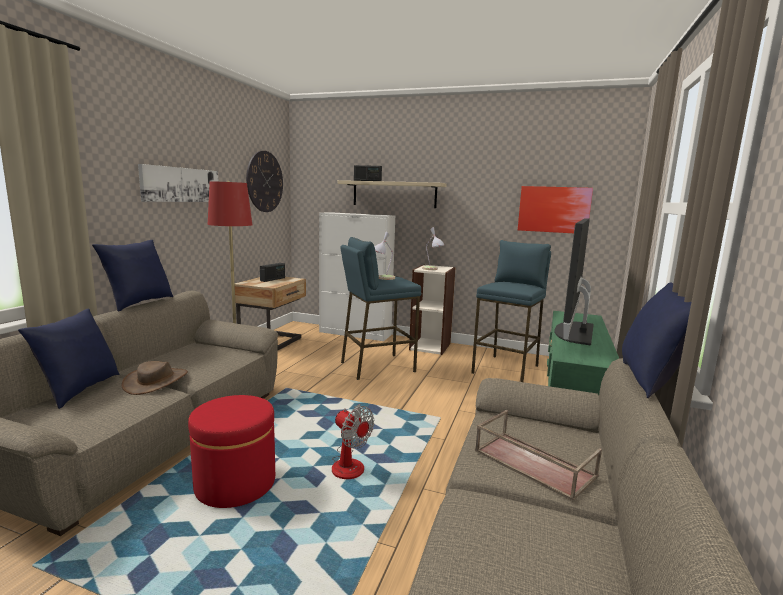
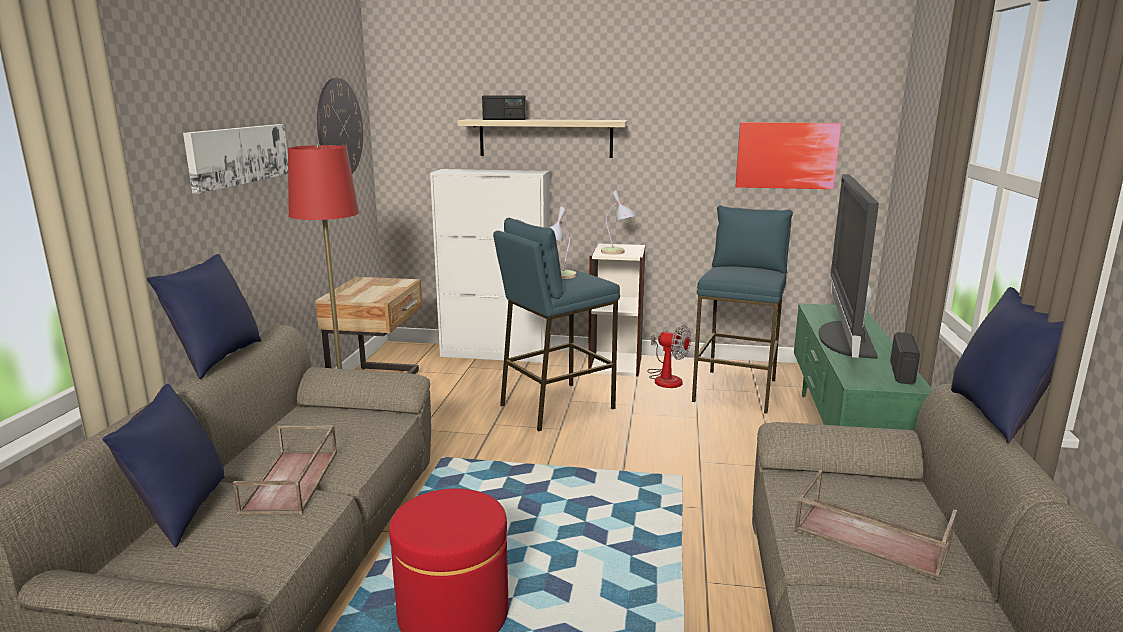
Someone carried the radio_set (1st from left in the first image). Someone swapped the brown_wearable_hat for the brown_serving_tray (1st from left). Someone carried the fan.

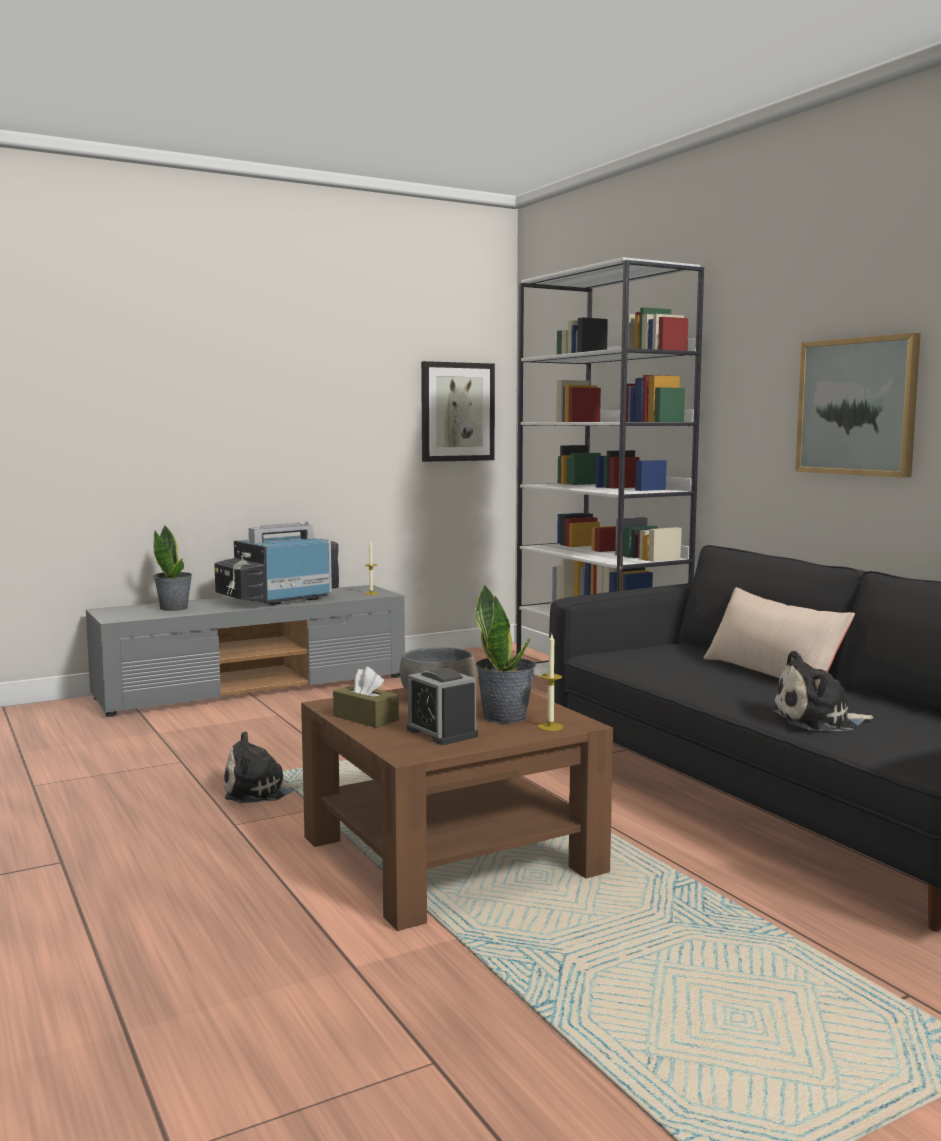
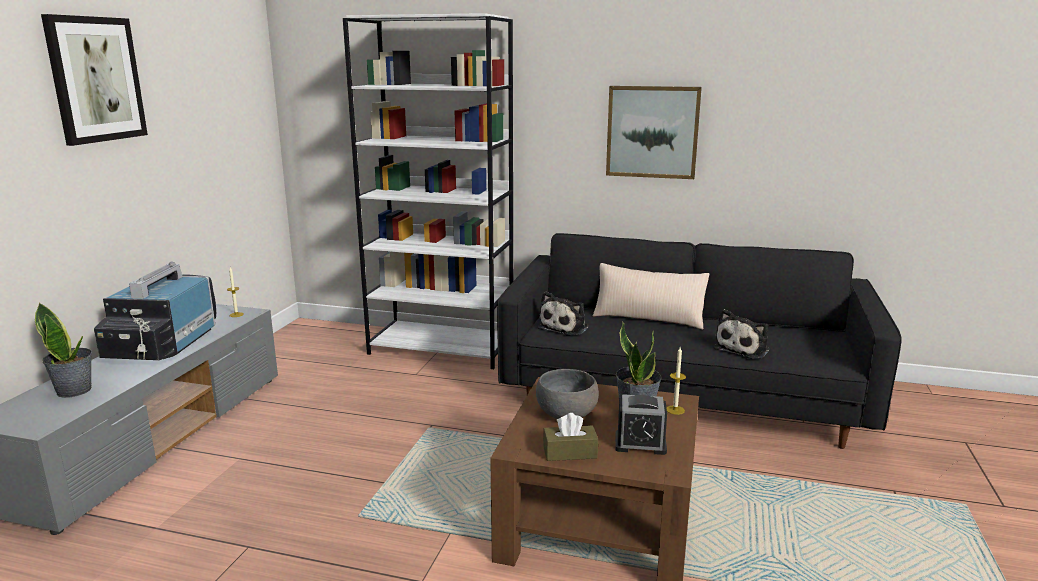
Someone carried the wall_picture (1st from left). Someone carried the cuddly_toy (1st from left).

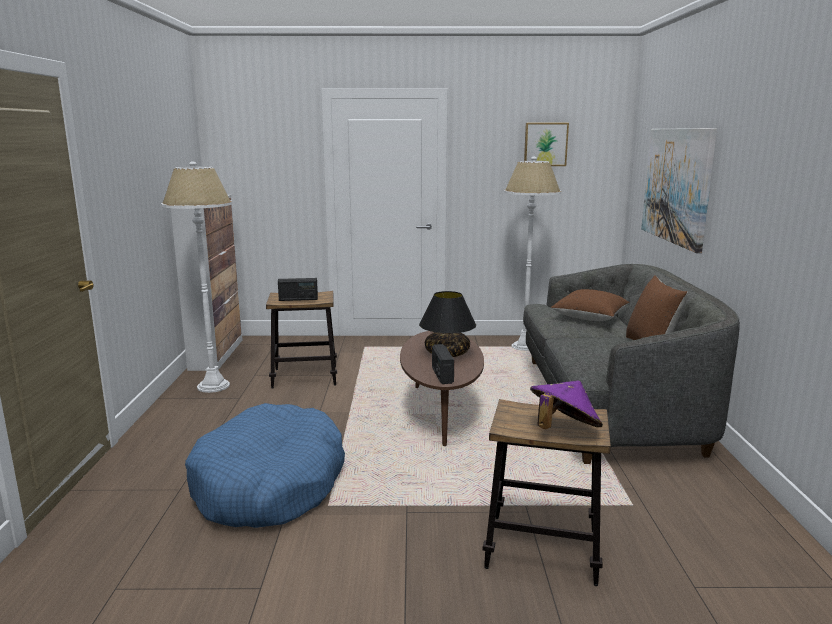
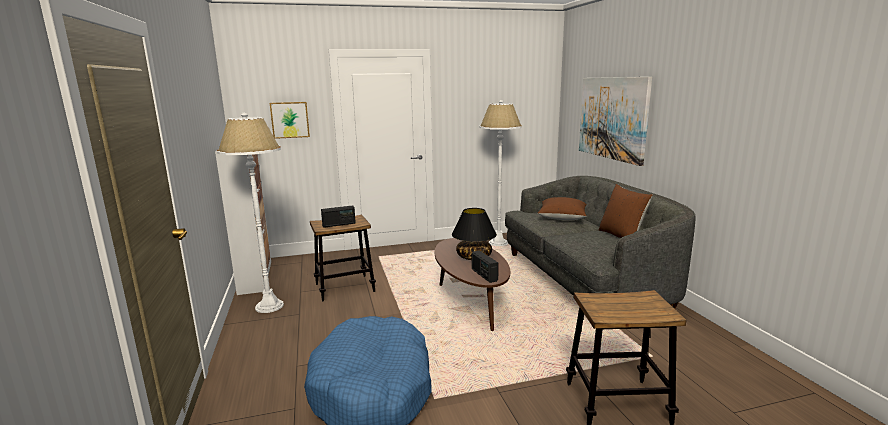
Someone carried the wall_picture (1st from left). Someone took away the purple_wearable_hat.

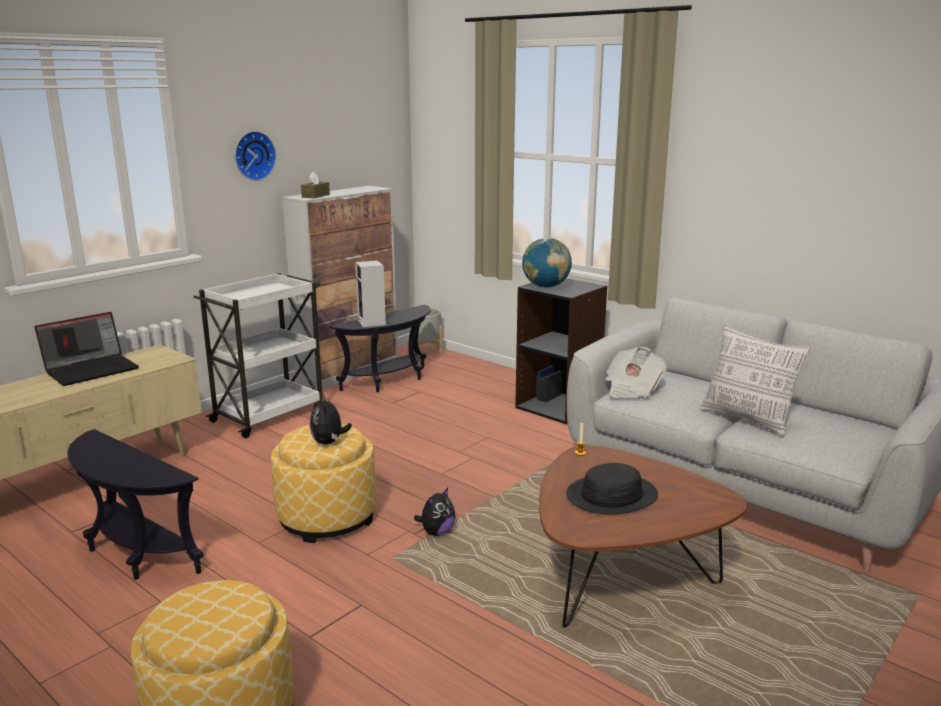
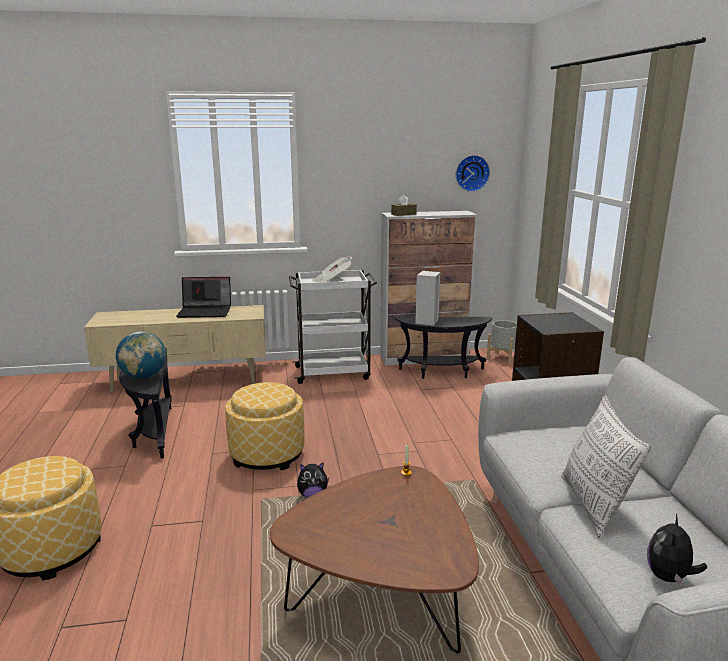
Someone carried the clock_on_the_wall. Someone carried the world_globe. Someone carried the newspaper. Someone carried the cuddly_toy (1st from left in the first image). Someone took away the blackish_wearable_hat.

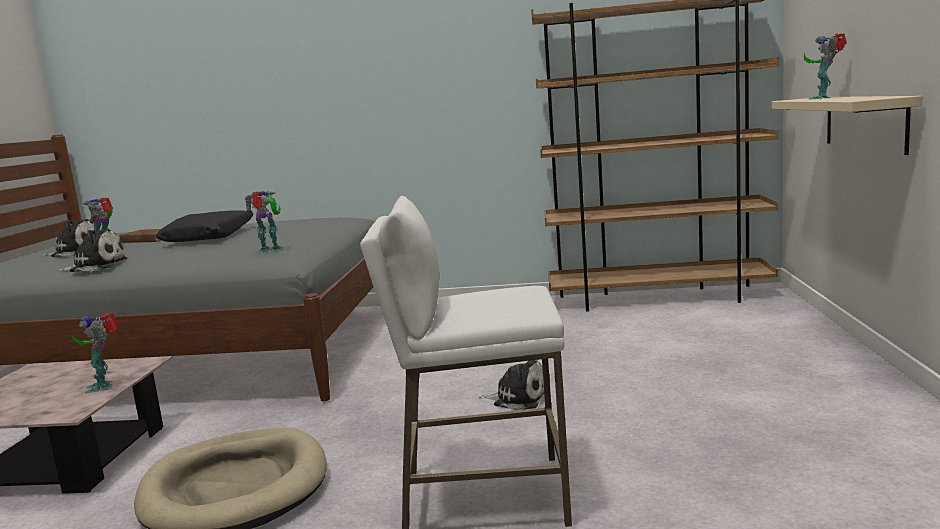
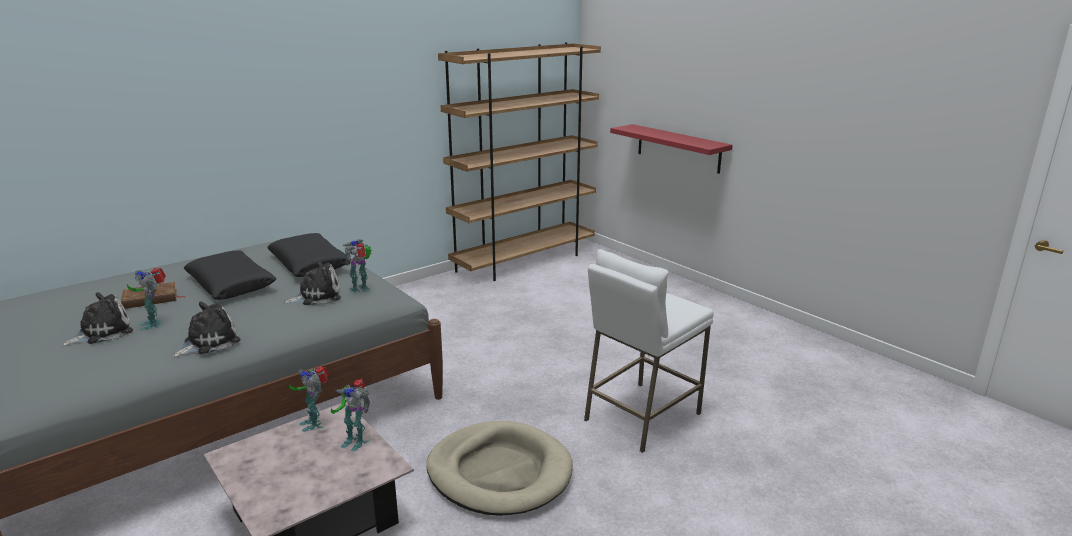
Someone carried the robot_figure (4th from left in the first image). Someone repainted the beige_shelf, which became the reddish_shelf. Someone carried the cuddly_toy (3rd from left). Someone put down the blackish_throw_pillow (2nd from left).

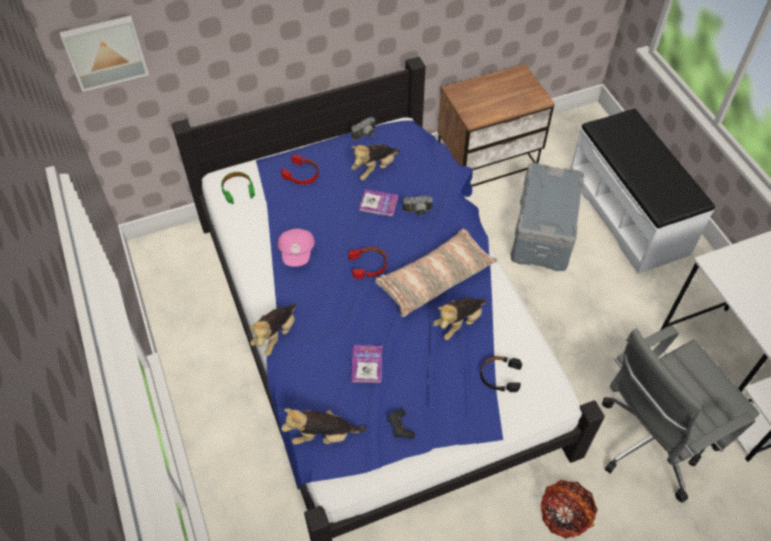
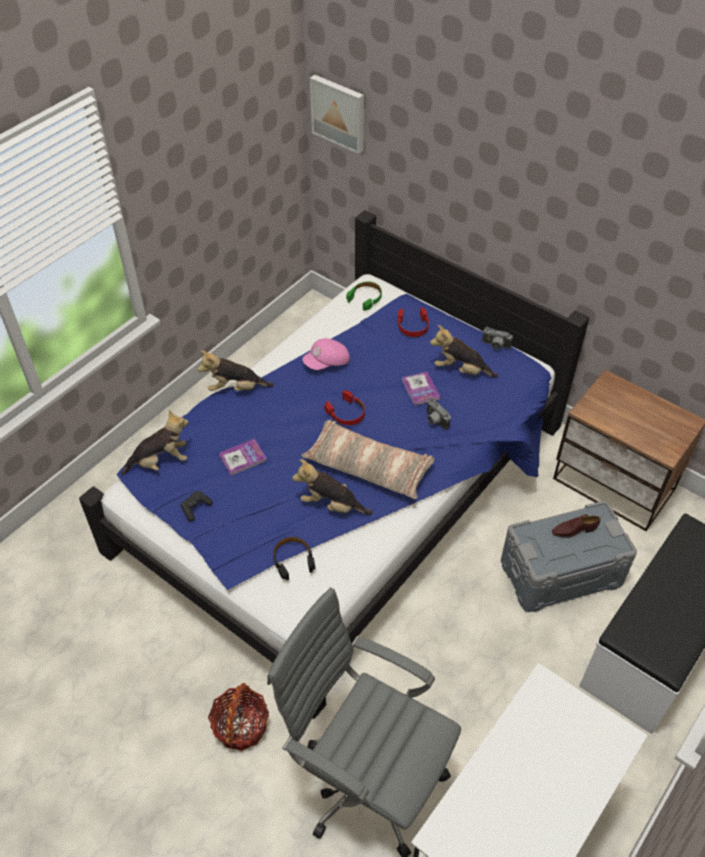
Someone rotated the cuddly_toy (2nd from left in the first image) by 105 degrees clockwise. Someone put down the brown_shoe.

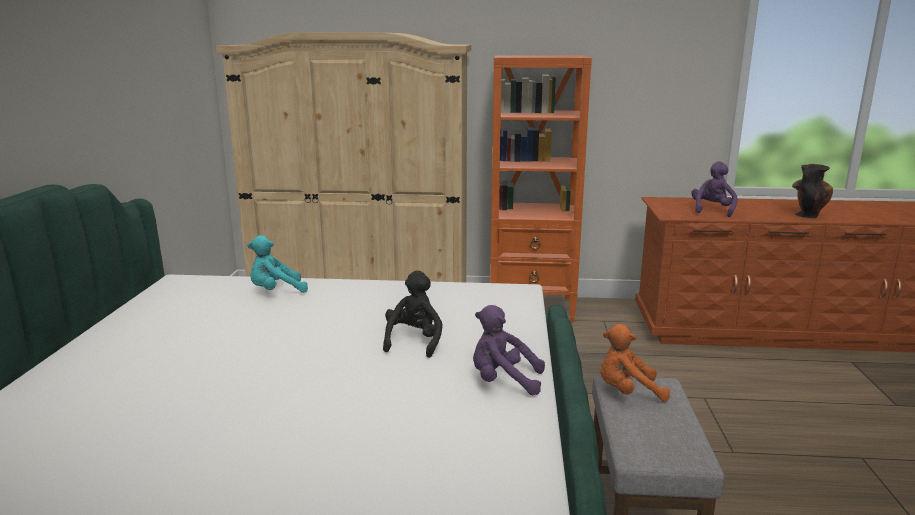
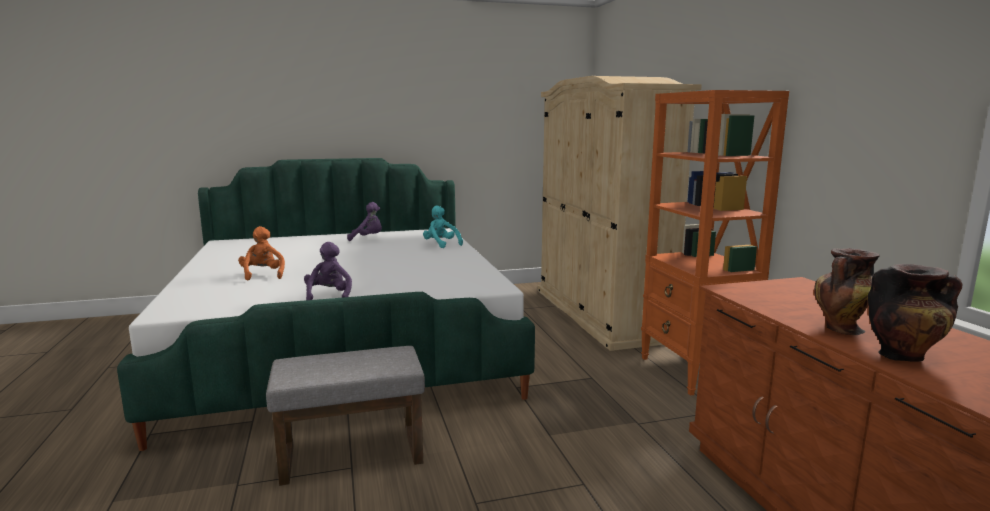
Someone carried the purple_cuddly_toy (2nd from left). Someone took away the blackish_cuddly_toy. Someone carried the orange_cuddly_toy. Someone put down the vase (1st from left).

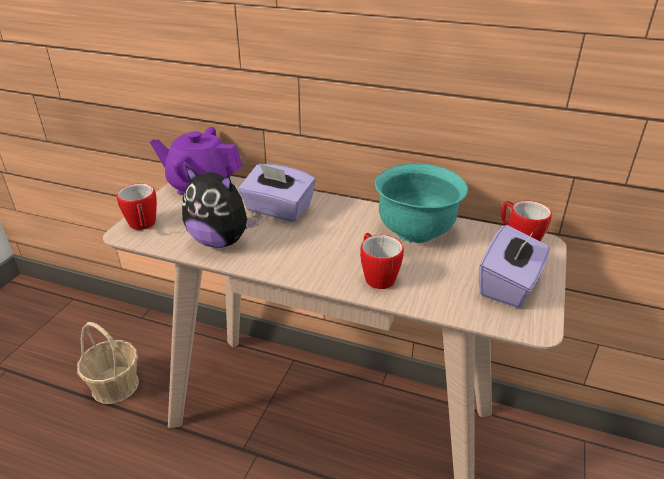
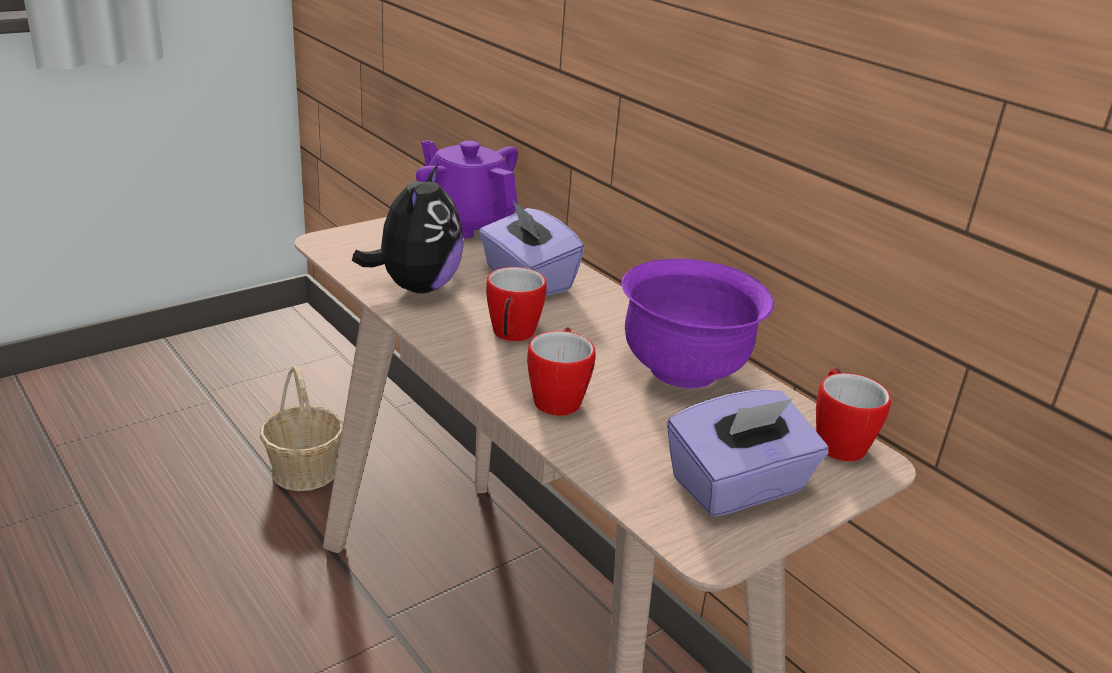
Someone repainted the turquoise_bowl, which became the purple_bowl. Someone rotated the cuddly_toy by 135 degrees counterclockwise. Someone carried the tea_mug (1st from left).

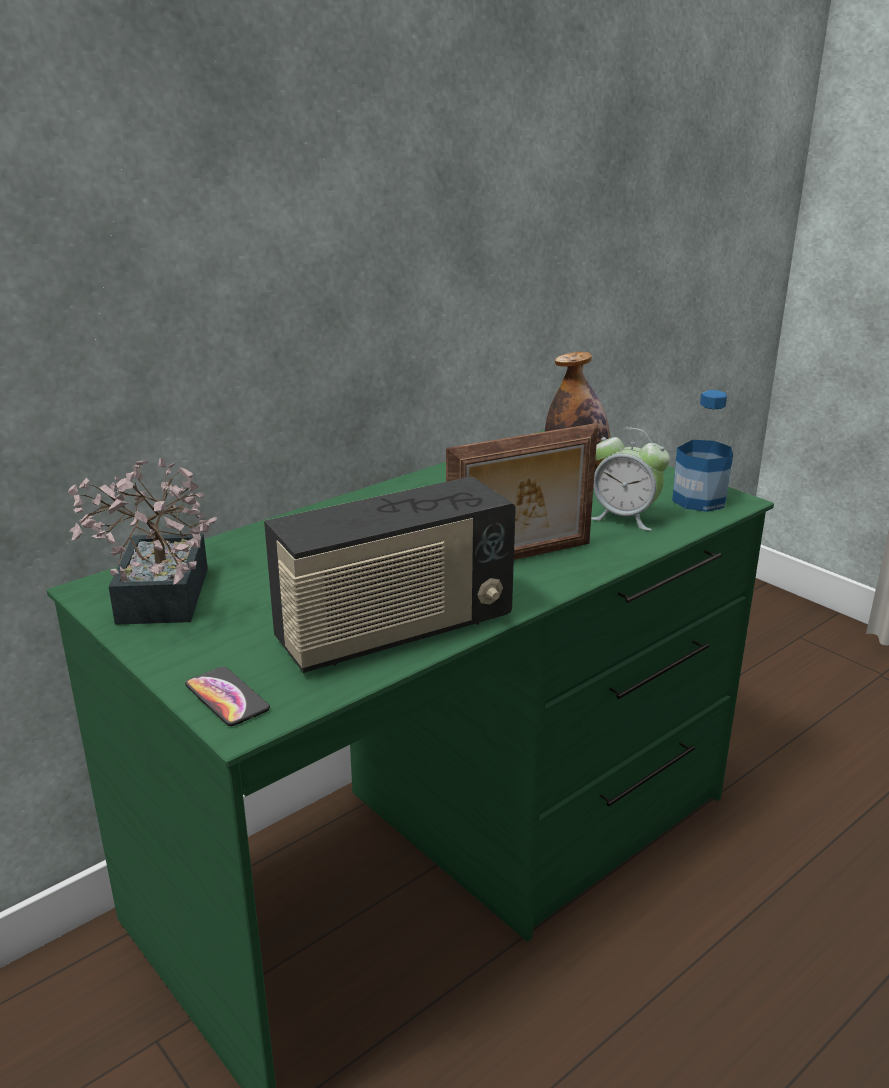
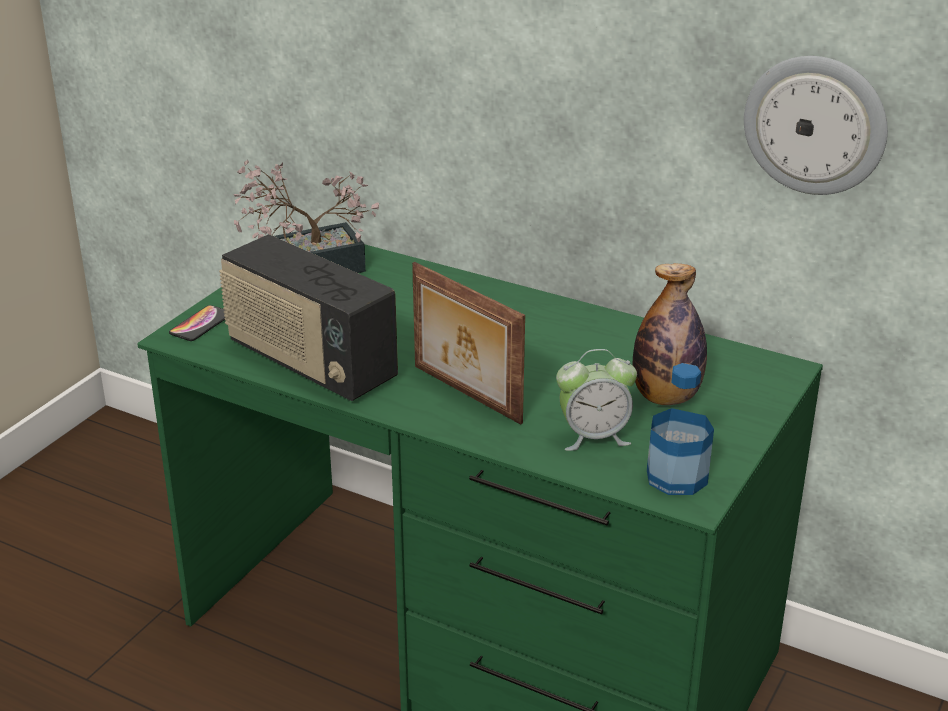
Someone rotated the table_clock by 105 degrees counterclockwise. Someone put up the clock_on_the_wall.

